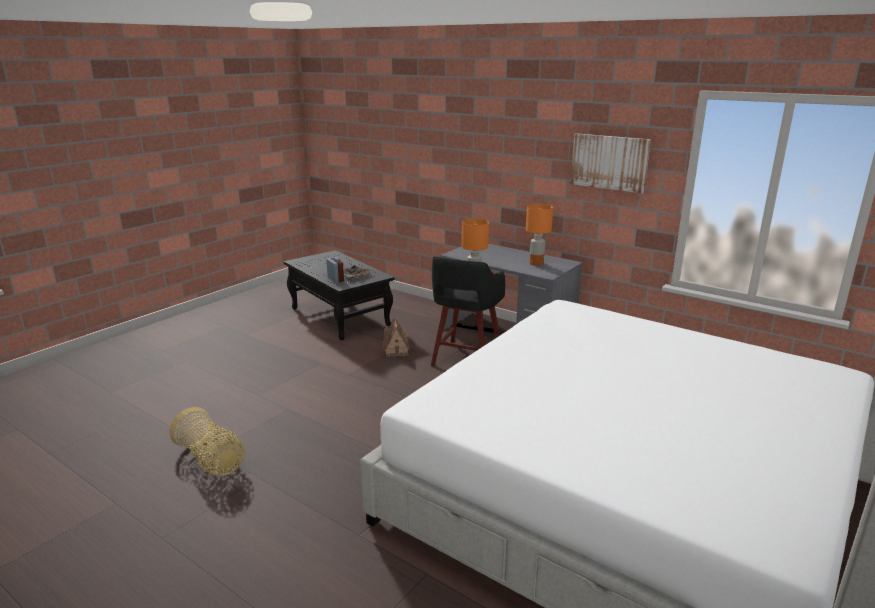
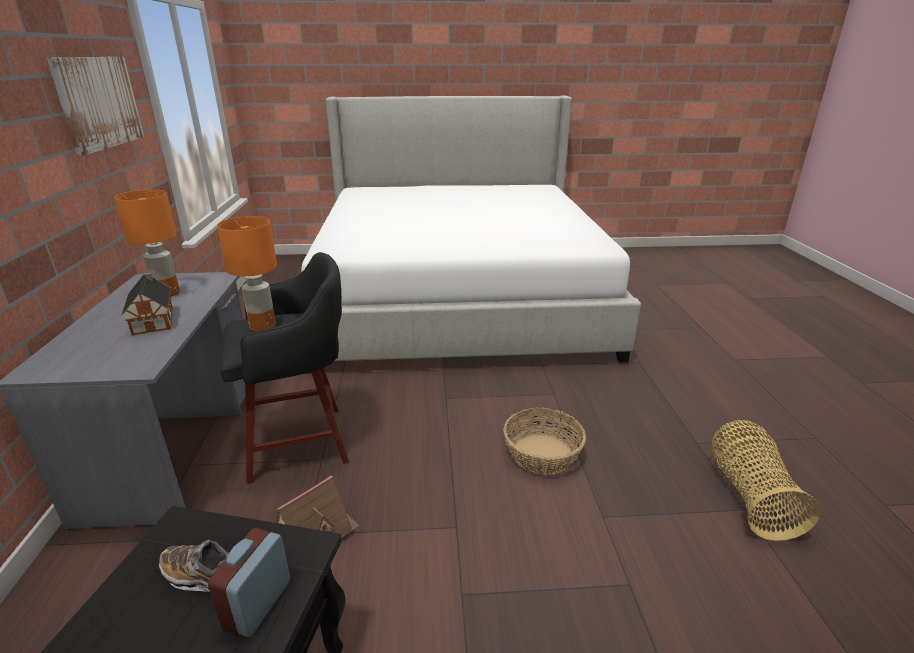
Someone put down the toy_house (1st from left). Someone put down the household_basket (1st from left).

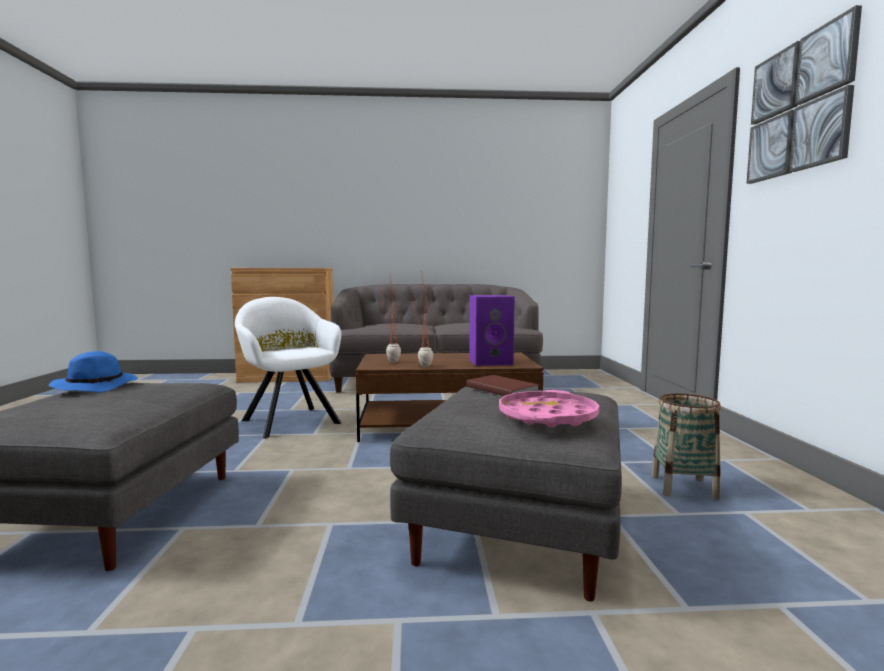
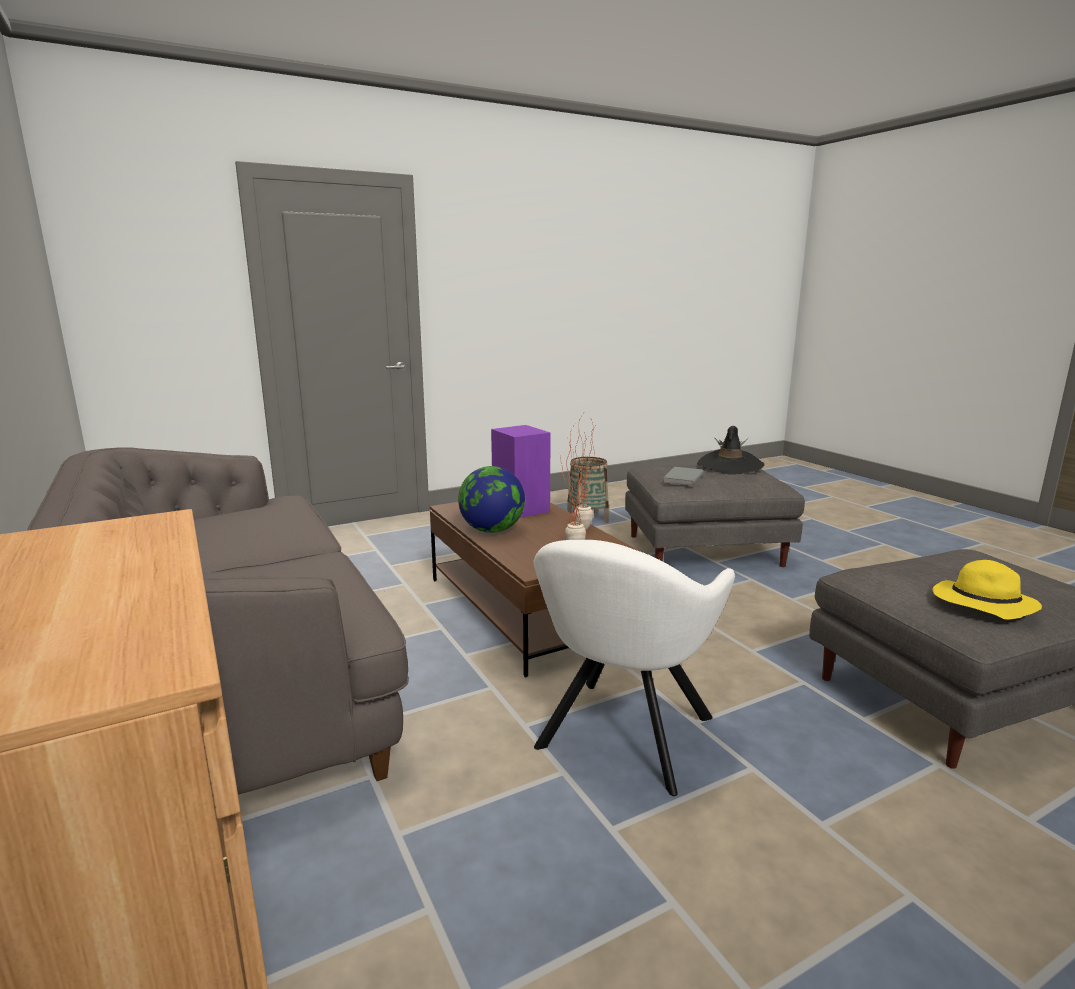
Someone took away the wall_picture. Someone repainted the blue_wearable_hat, which became the yellow-coloured_wearable_hat. Someone repainted the brown_book, which became the grey_book. Someone swapped the pink-coloured_serving_tray for the blackish_wearable_hat. Someone put down the world_globe.

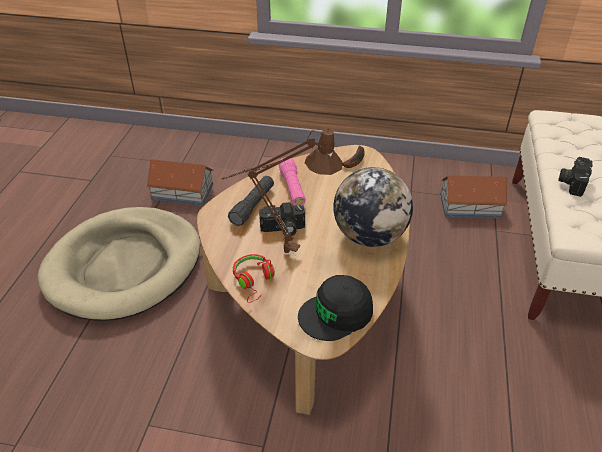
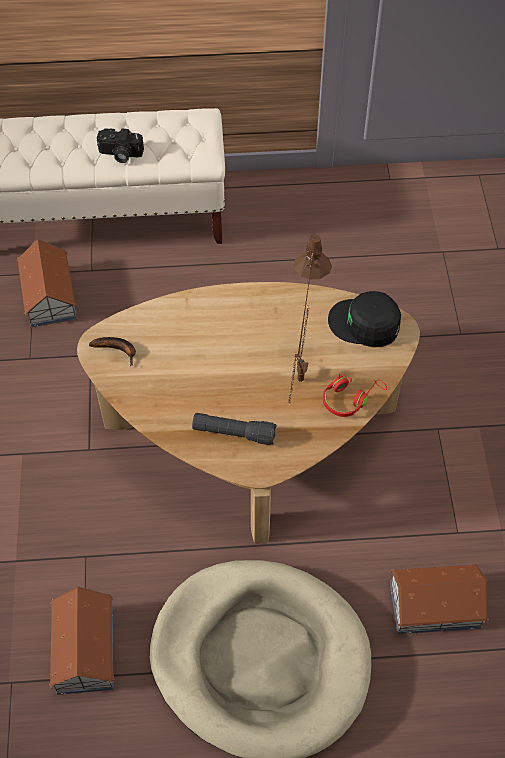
Someone took away the pink-coloured_hand_torch. Someone took away the world_globe. Someone took away the photo_camera (1st from left). Someone rotated the blackish_peaked_cap by 150 degrees clockwise. Someone put down the toy_house (3rd from left).

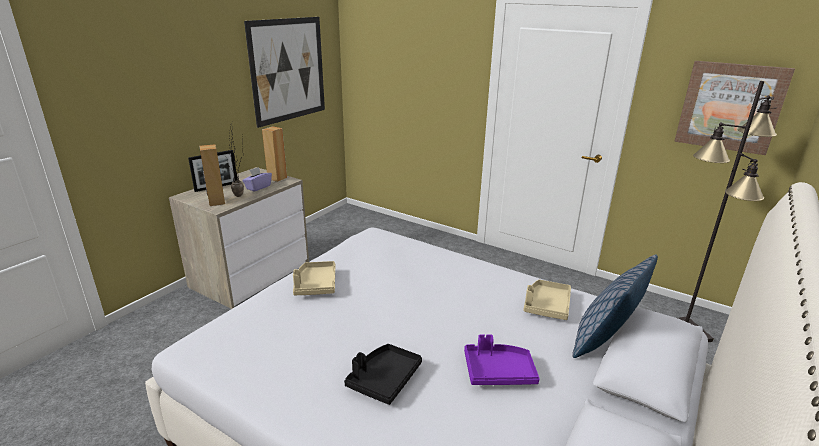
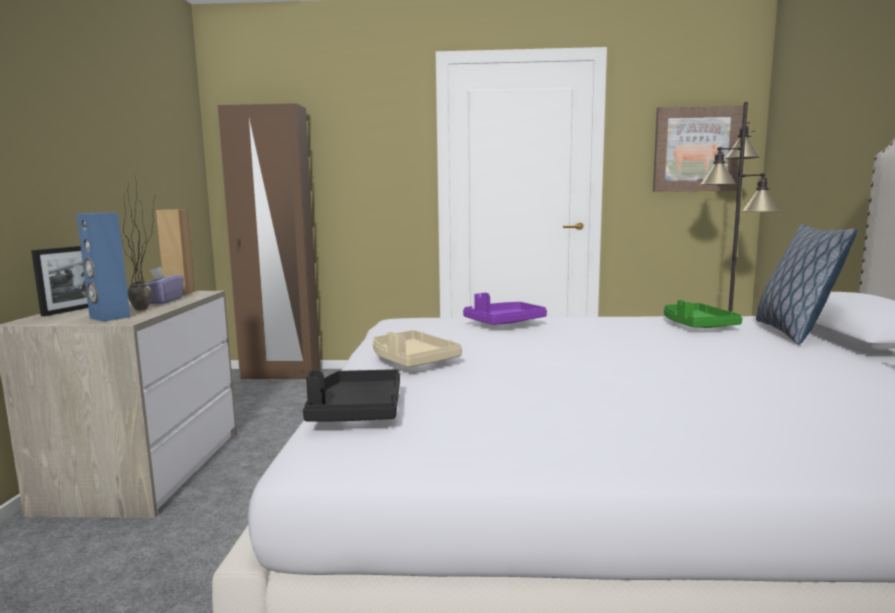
Someone took away the wall_picture (1st from left). Someone repainted the brown_loudspeaker (1st from left), which became the blue_loudspeaker. Someone repainted the beige_serving_tray (2nd from left), which became the green-coloured_serving_tray. Someone carried the purple_serving_tray. Someone carried the blackish_serving_tray. Someone put down the brown_wardrobe.

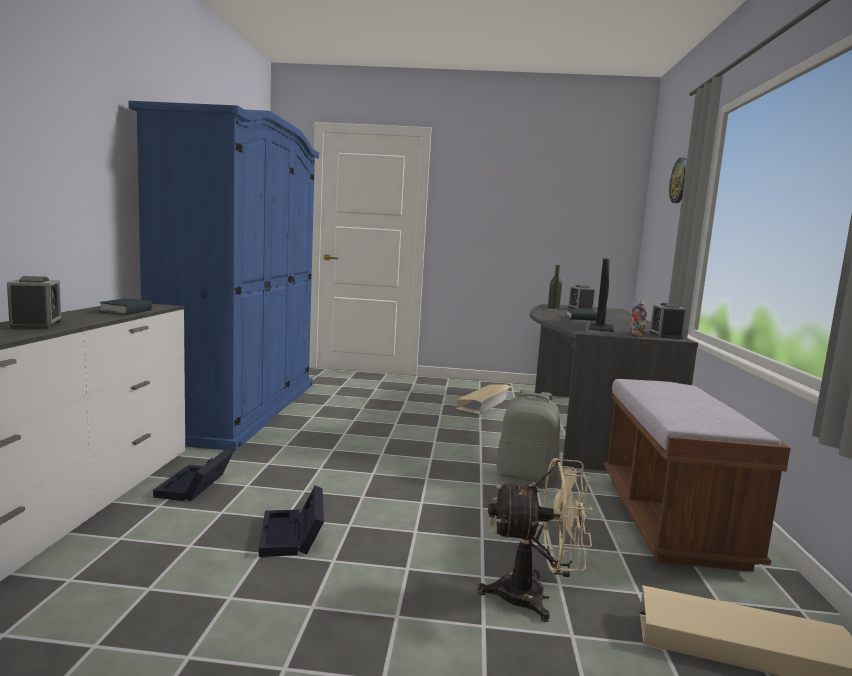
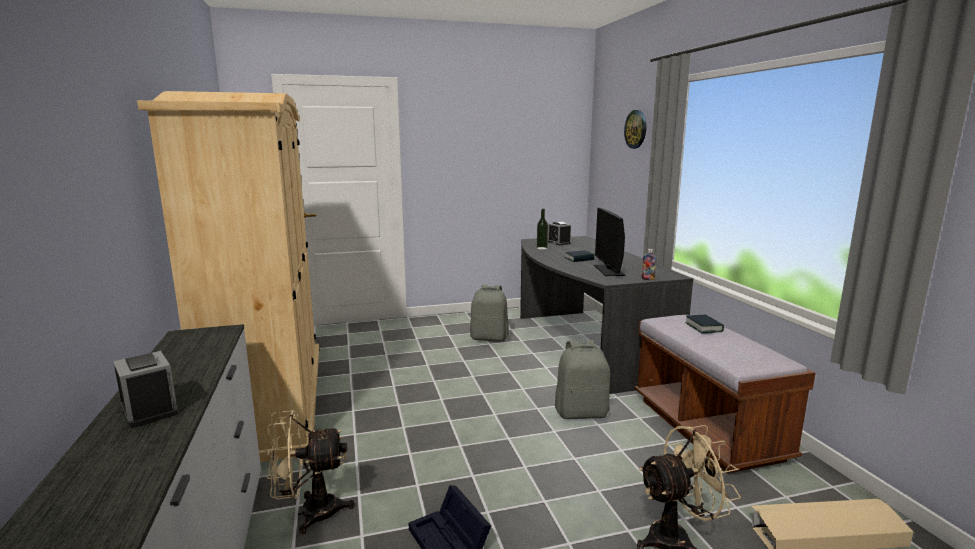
Someone repainted the blue_wardrobe, which became the beige_wardrobe. Someone carried the book (1st from left in the first image). Someone took away the table_clock (3rd from left). Someone swapped the beige_storage_bin (1st from left) for the grey_knapsack (1st from left). Someone swapped the blackish_storage_bin (1st from left) for the beige_fan (1st from left).

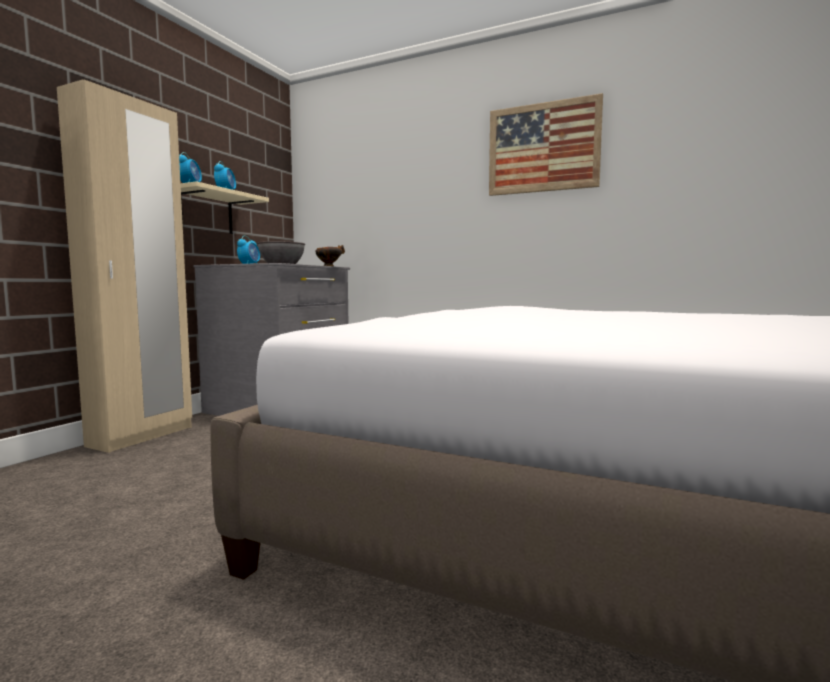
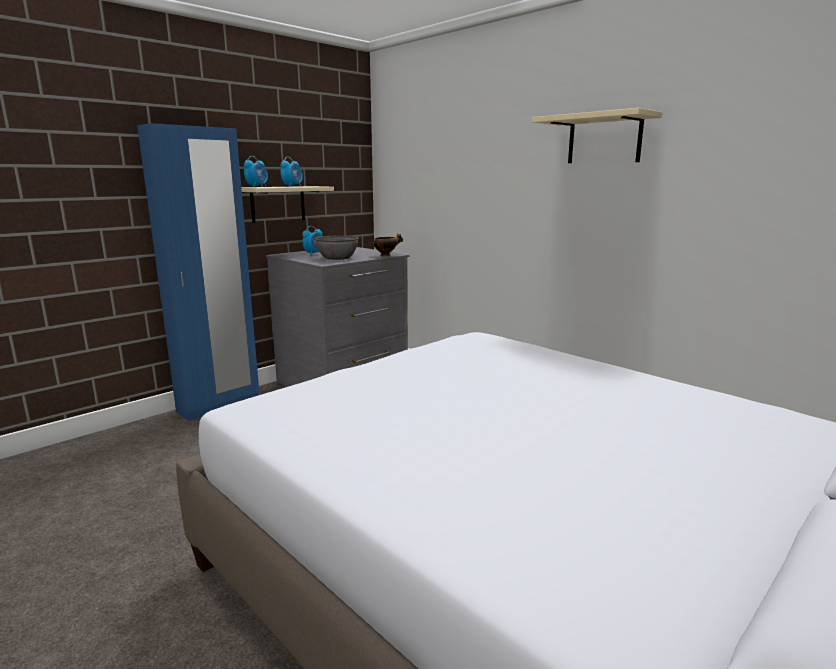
Someone repainted the beige_wardrobe, which became the blue_wardrobe. Someone swapped the wall_picture for the beige_shelf (2nd from left).

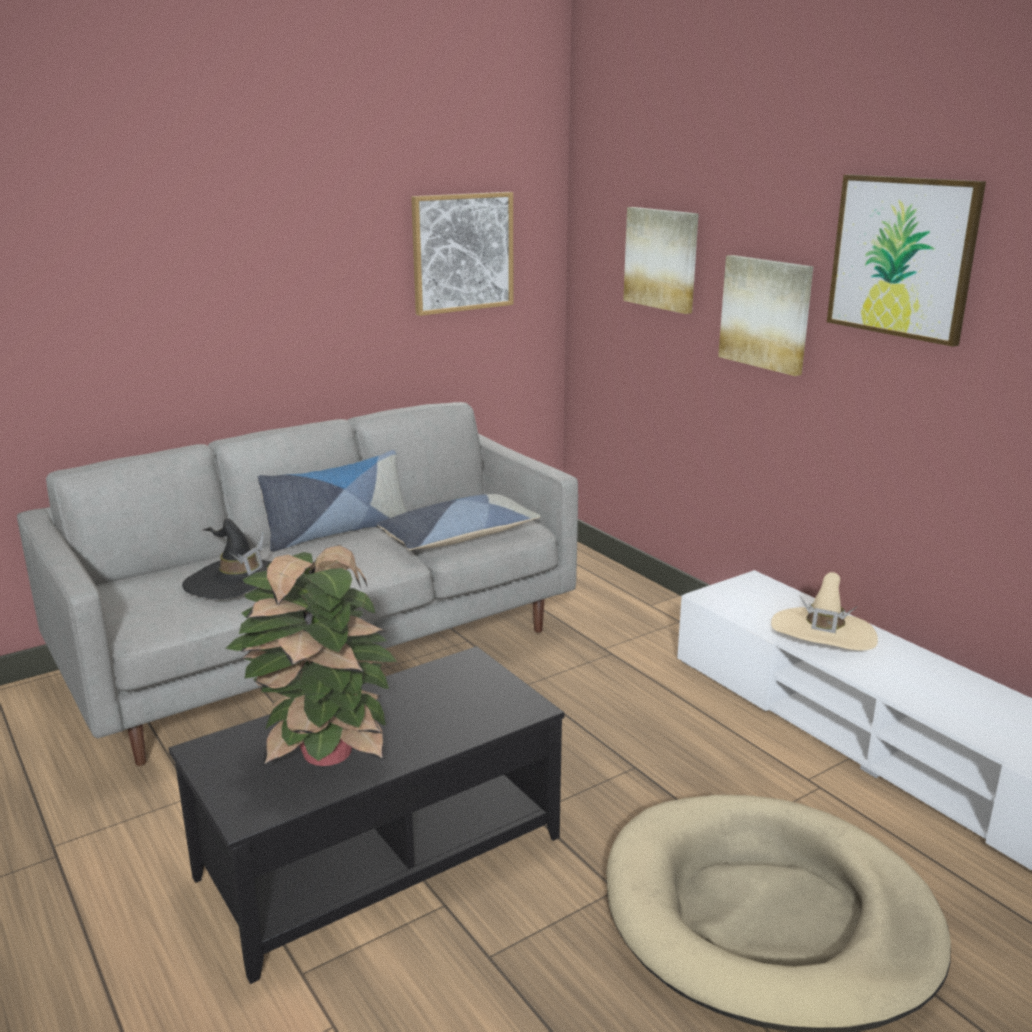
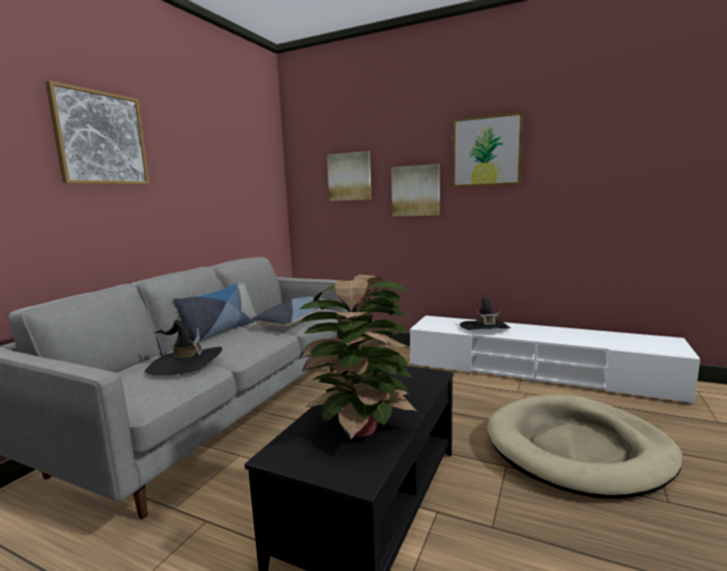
Someone carried the wall_picture (1st from left). Someone repainted the beige_wearable_hat, which became the blackish_wearable_hat (2nd from left).

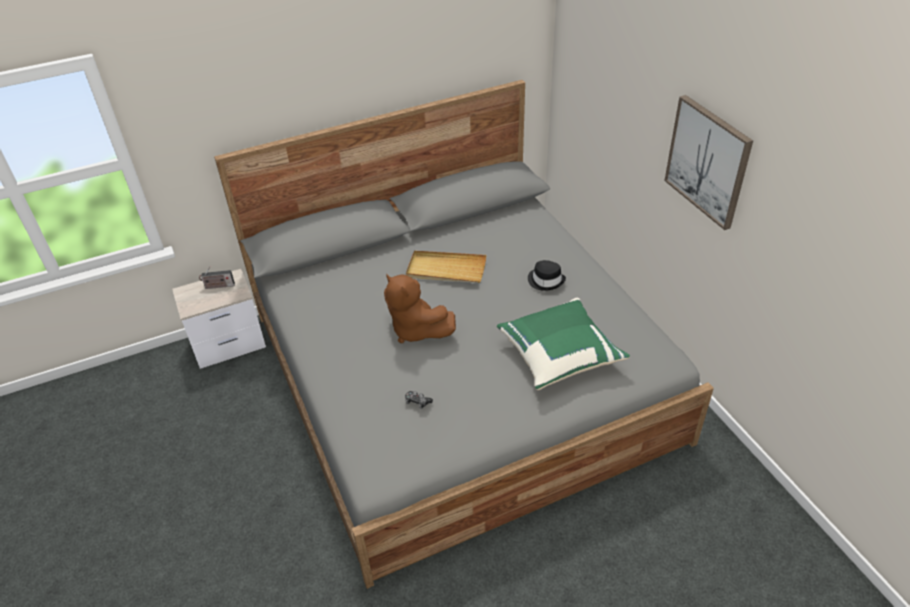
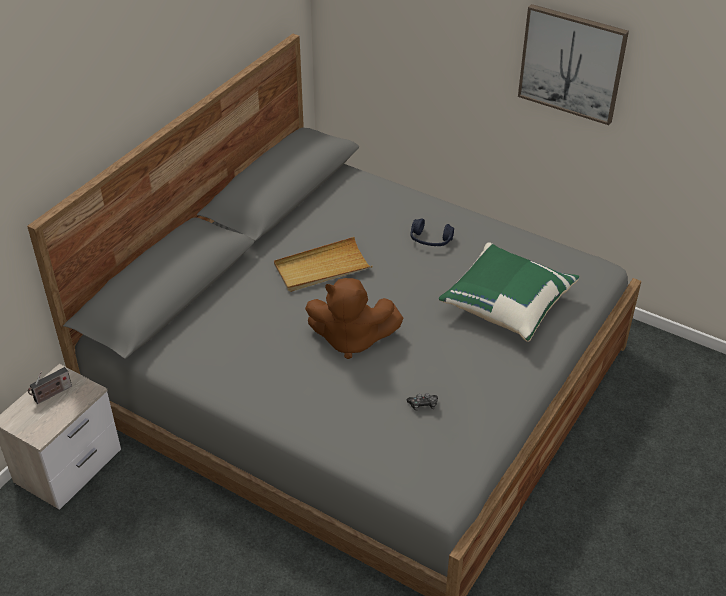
Someone swapped the blackish_wearable_hat for the blue_pair_of_headphones.

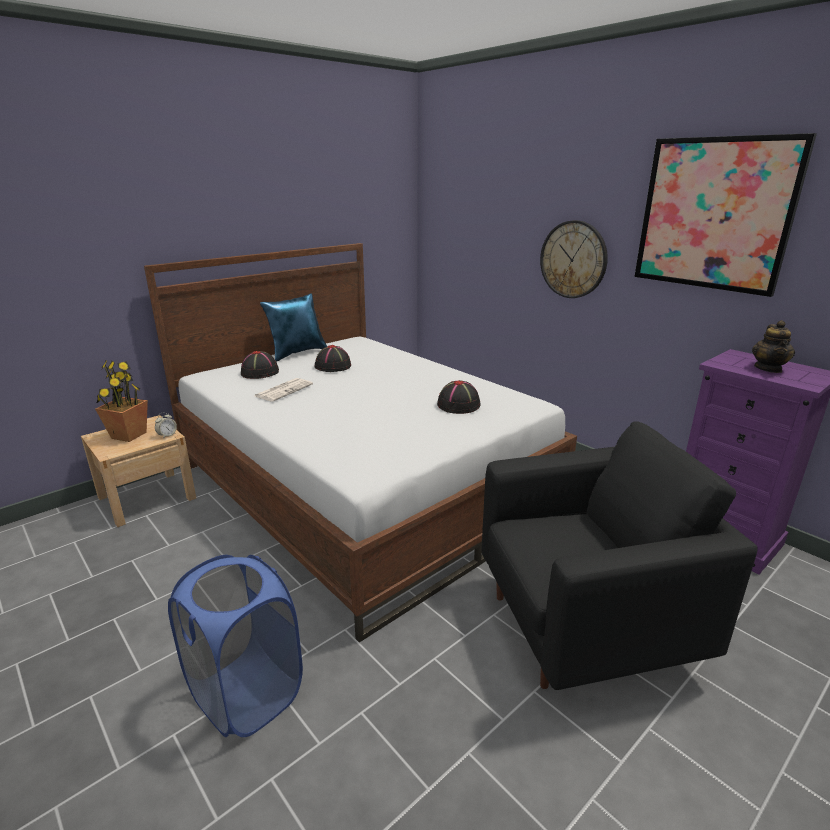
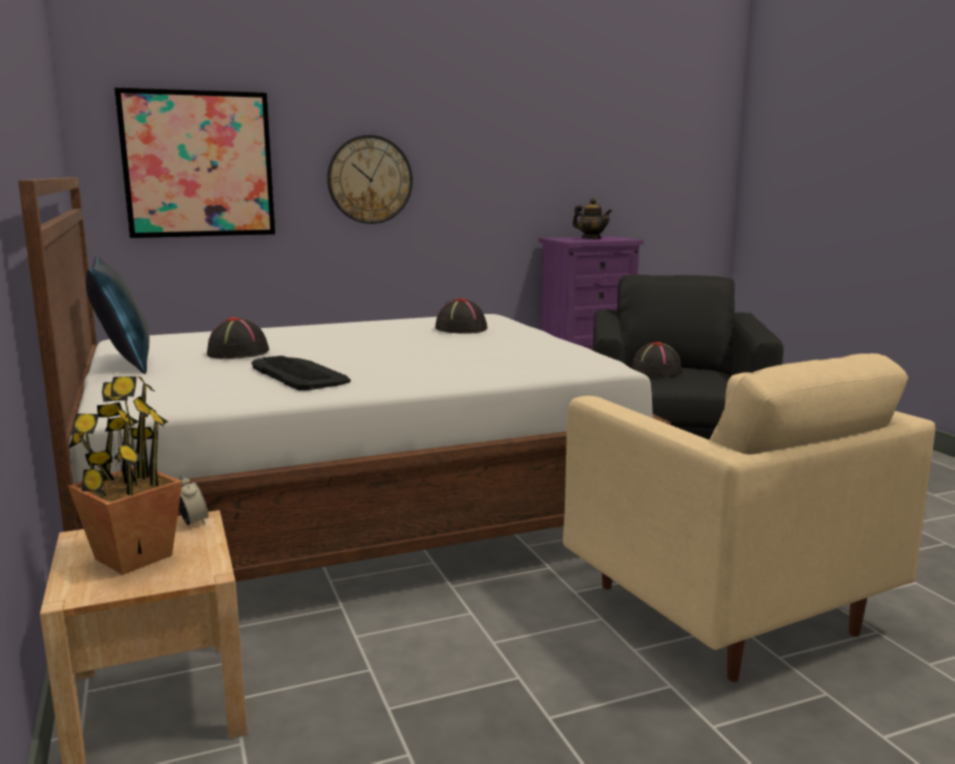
Someone carried the wall_picture. Someone carried the blackish_wearable_hat (1st from left in the first image). Someone swapped the newspaper for the computer_keyboard. Someone swapped the blue_laundry_basket for the beige_lounge_chair.

